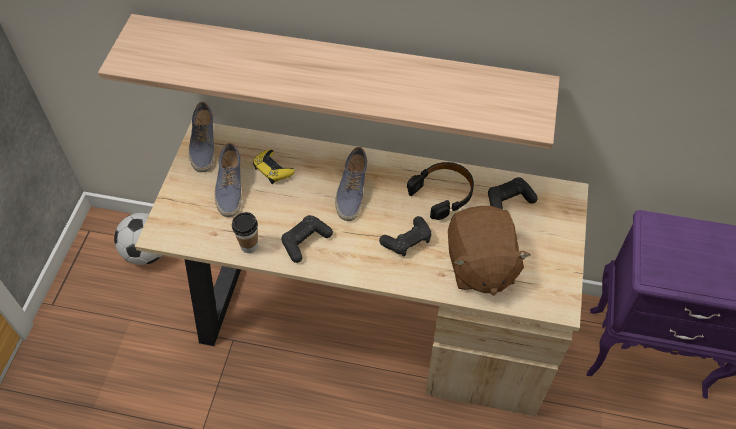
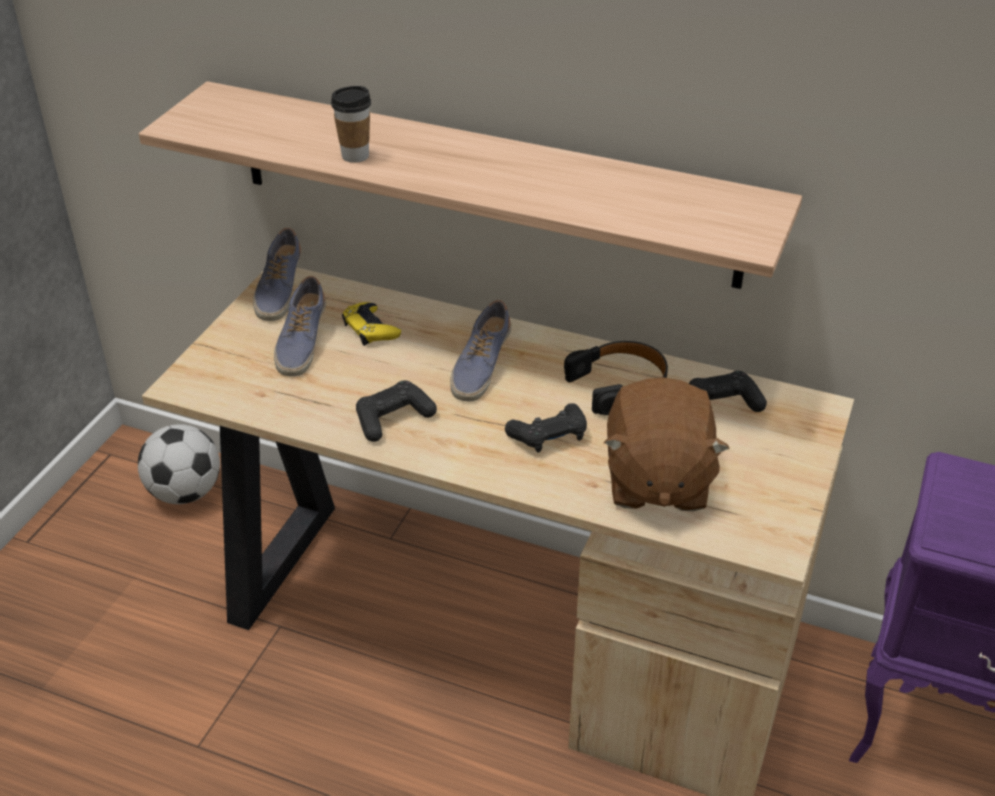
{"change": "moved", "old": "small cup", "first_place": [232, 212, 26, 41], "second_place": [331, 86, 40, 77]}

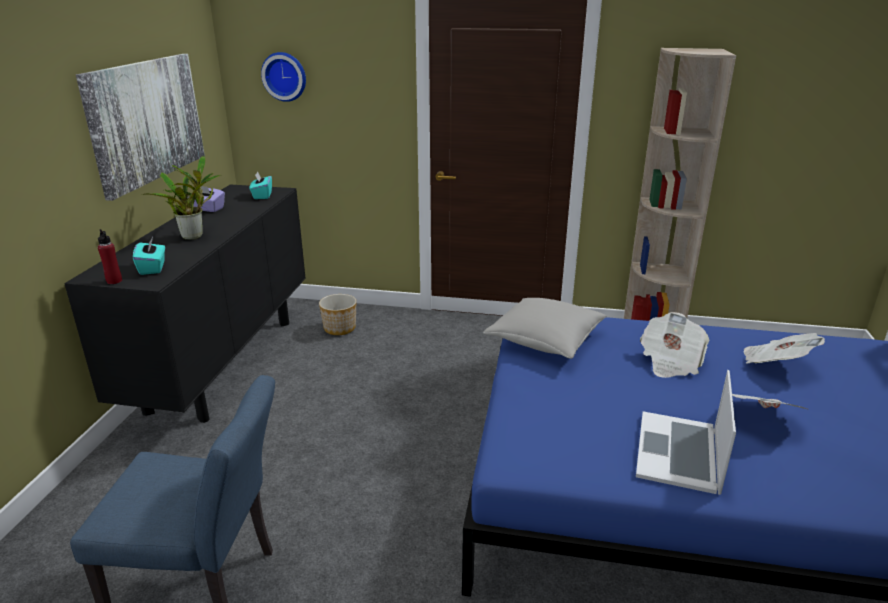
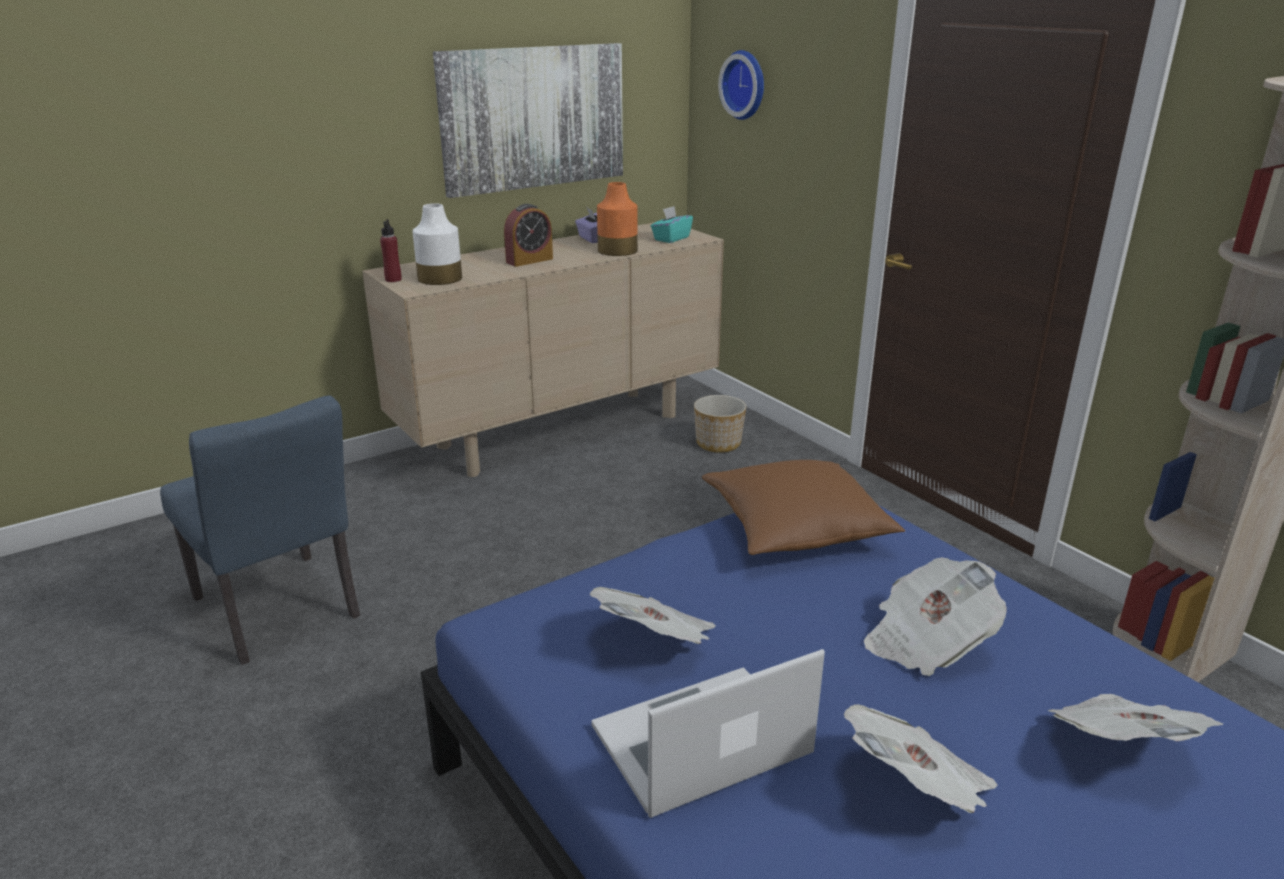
{"change": "added", "new": "printed paper", "second_place": [590, 587, 126, 57]}
{"change": "added", "new": "vase (orange)", "second_place": [597, 182, 41, 74]}
{"change": "replaced", "old": "tissue box (turquoise-coloured)", "new": "vase (white-coloured)", "first_place": [133, 237, 32, 38], "second_place": [412, 203, 50, 82]}
{"change": "replaced", "old": "houseplant", "new": "bedside clock", "first_place": [142, 156, 79, 84], "second_place": [504, 204, 49, 63]}
{"change": "recoloured", "old": "chest of drawers (black)", "new": "chest of drawers (sand-coloured)", "first_place": [64, 185, 242, 238], "second_place": [362, 223, 362, 254]}
{"change": "recoloured", "old": "cushion (greyish)", "new": "cushion (brown)", "first_place": [483, 298, 124, 61], "second_place": [702, 460, 203, 95]}

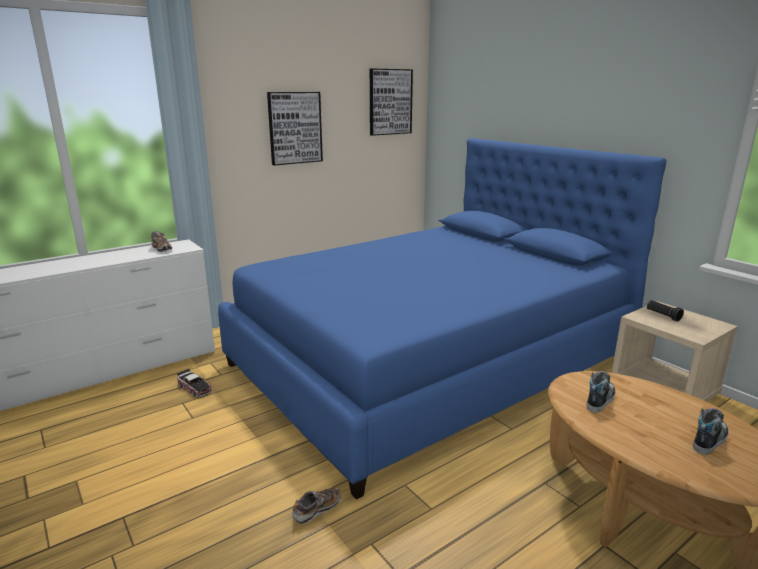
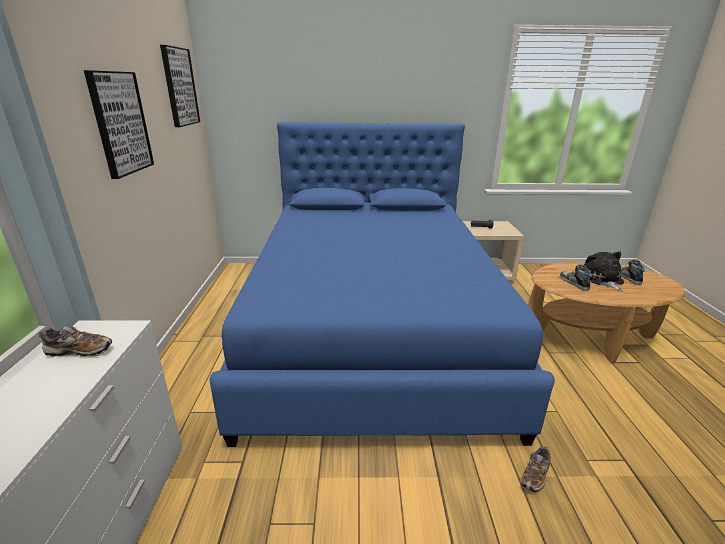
{"change": "removed", "old": "model car", "first_place": [177, 368, 35, 29]}
{"change": "added", "new": "plush toy", "second_place": [584, 251, 40, 40]}
{"change": "turned", "old": "shoe", "first_place": [292, 488, 49, 36], "second_place": [521, 446, 30, 46], "degrees": -135}

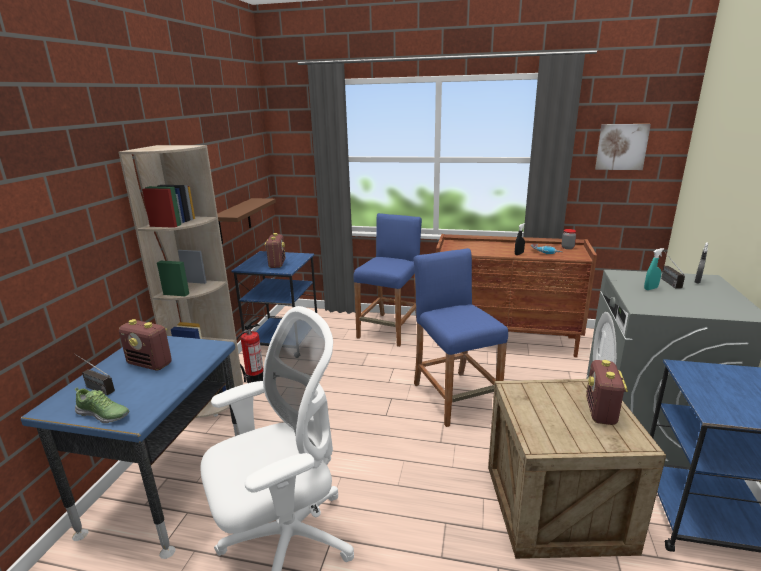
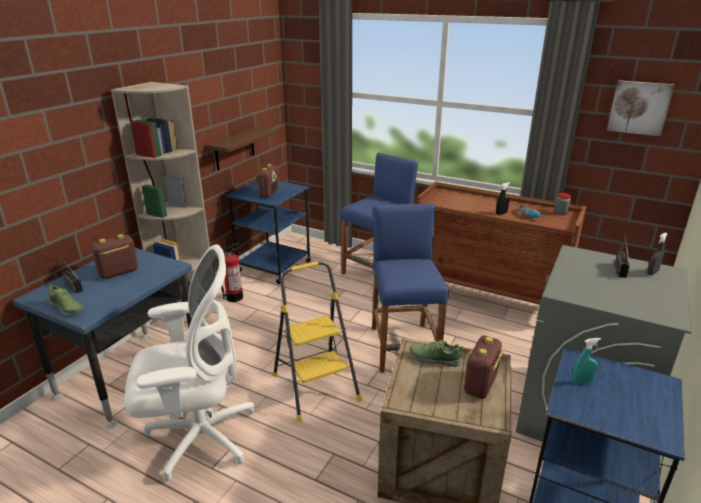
{"change": "added", "new": "stepladder (yellow-coloured)", "second_place": [272, 261, 90, 161]}
{"change": "added", "new": "shoe", "second_place": [410, 340, 53, 27]}
{"change": "moved", "old": "sprayer (turquoise-coloured)", "first_place": [644, 248, 20, 42], "second_place": [572, 338, 30, 46]}
{"change": "turned", "old": "radio", "first_place": [119, 319, 53, 52], "second_place": [91, 234, 47, 45], "degrees": 105}

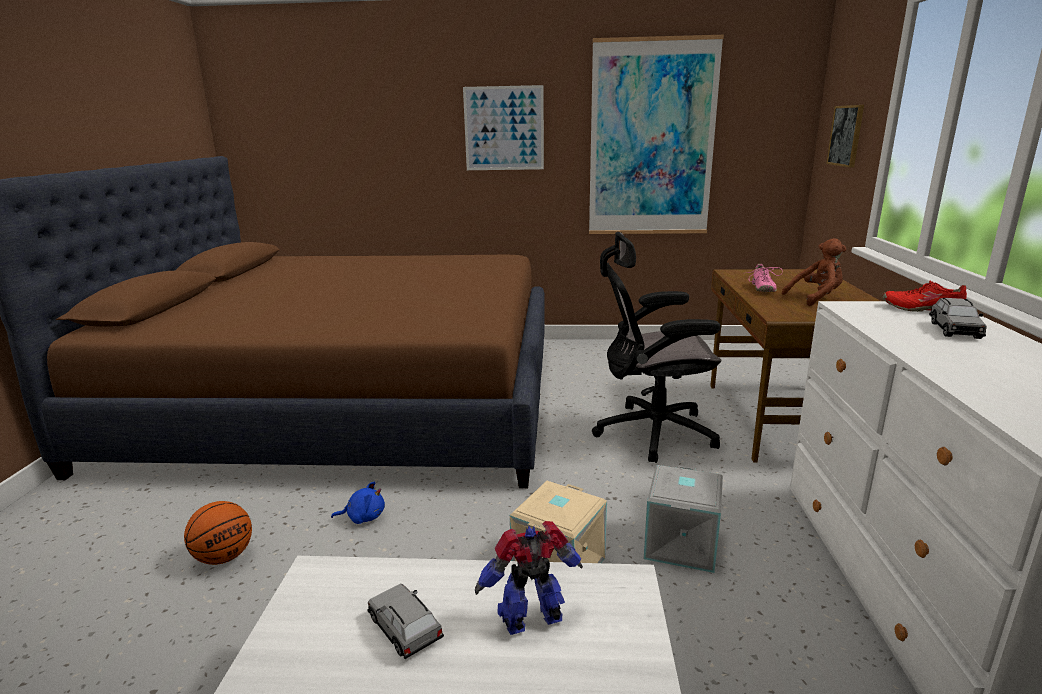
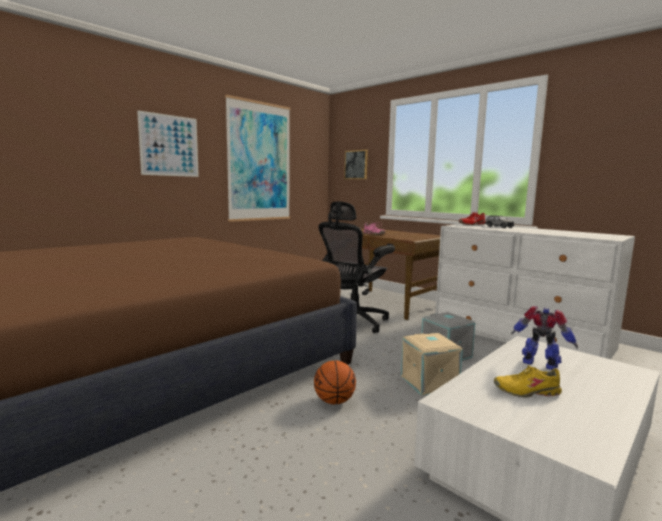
{"change": "removed", "old": "plush toy (bluish)", "first_place": [331, 481, 54, 43]}
{"change": "removed", "old": "plush toy (brown)", "first_place": [782, 238, 65, 68]}
{"change": "moved", "old": "basketball", "first_place": [184, 501, 68, 64], "second_place": [314, 361, 42, 43]}
{"change": "replaced", "old": "model car (greyish)", "new": "shoe (yellow-coloured)", "first_place": [367, 584, 77, 75], "second_place": [494, 365, 68, 32]}
{"change": "turned", "old": "model robot", "first_place": [475, 521, 108, 114], "second_place": [511, 306, 67, 64], "degrees": 105}

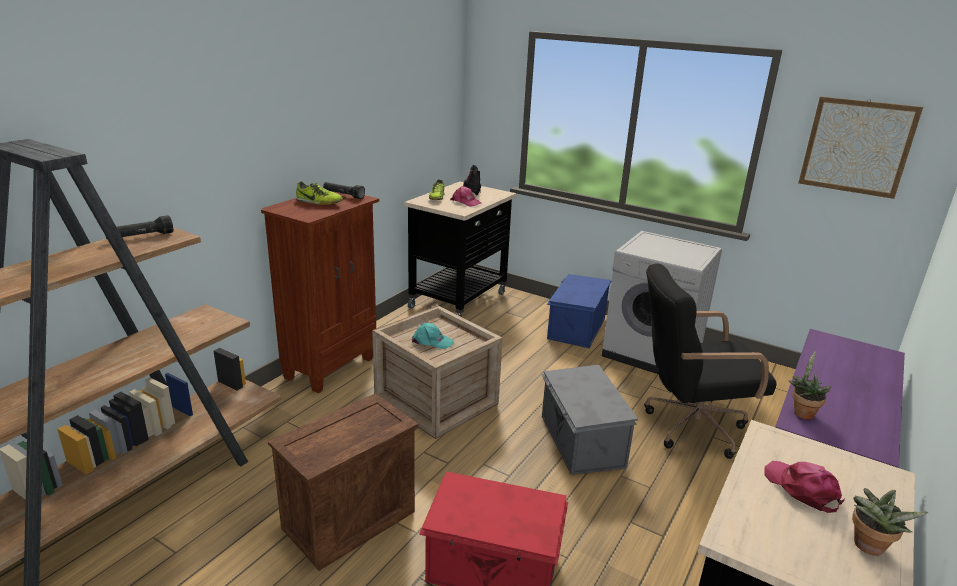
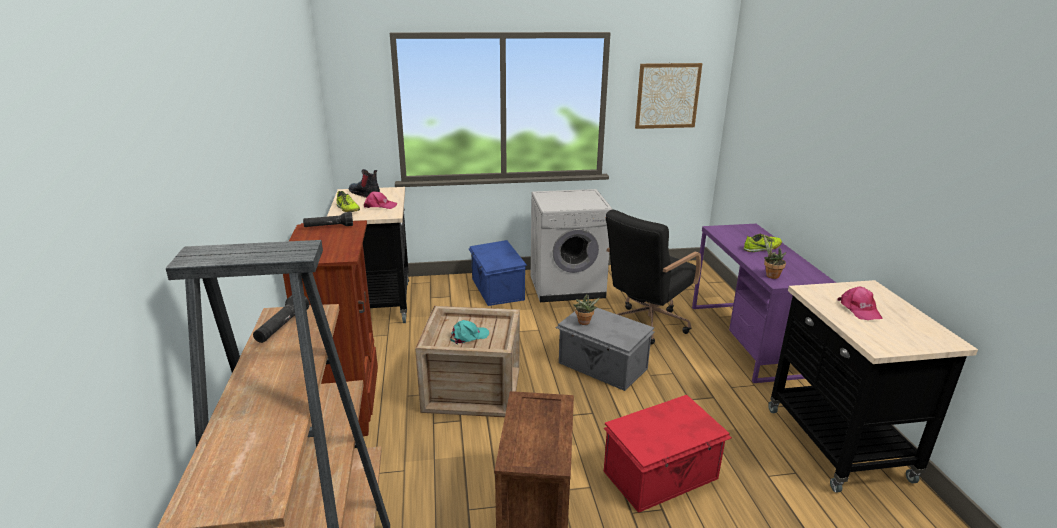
{"change": "moved", "old": "shoe", "first_place": [296, 181, 47, 24], "second_place": [744, 233, 38, 19]}
{"change": "moved", "old": "houseplant", "first_place": [852, 488, 77, 68], "second_place": [574, 294, 26, 31]}
{"change": "turned", "old": "cap (pink)", "first_place": [764, 461, 81, 52], "second_place": [837, 286, 46, 34], "degrees": -120}

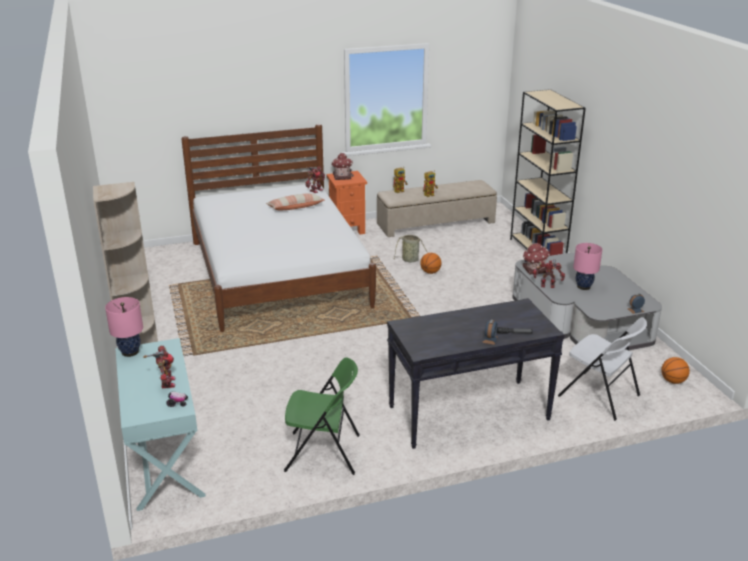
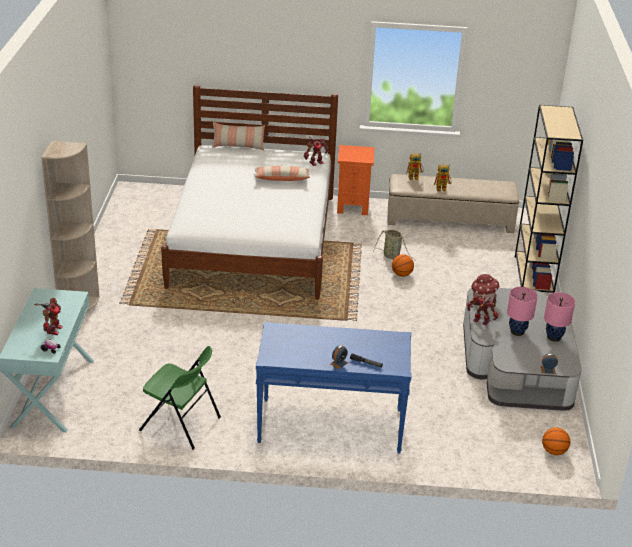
{"change": "removed", "old": "model house", "first_place": [332, 153, 22, 27]}
{"change": "removed", "old": "upright chair (white-coloured)", "first_place": [558, 317, 89, 104]}
{"change": "added", "new": "cushion", "second_place": [212, 122, 53, 28]}
{"change": "moved", "old": "lamp for a table (pink)", "first_place": [105, 297, 38, 60], "second_place": [544, 292, 31, 50]}
{"change": "recoloured", "old": "console table (black)", "new": "console table (bluish)", "first_place": [387, 298, 178, 151], "second_place": [256, 322, 155, 132]}

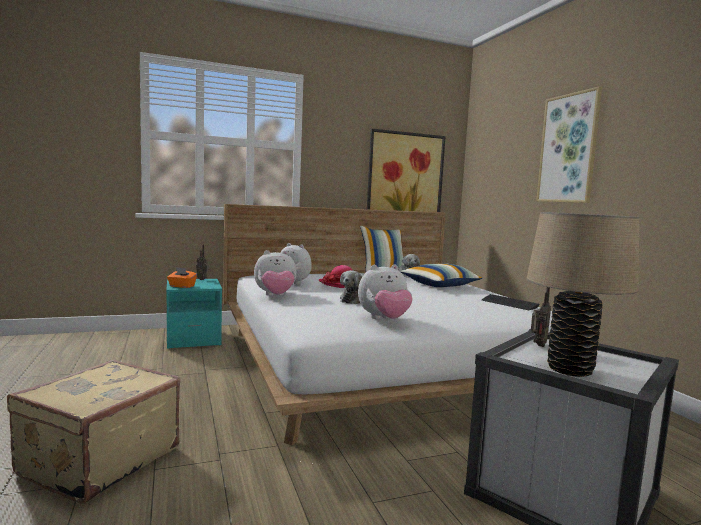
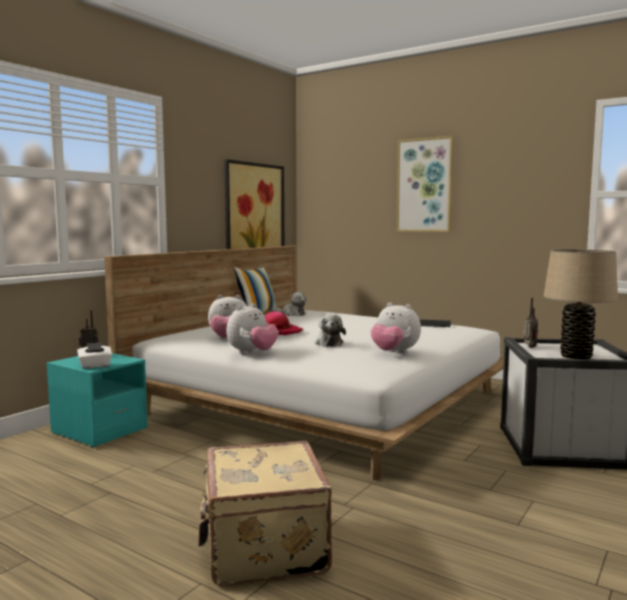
{"change": "removed", "old": "cushion", "first_place": [400, 263, 82, 24]}
{"change": "recoloured", "old": "tissue box (orange)", "new": "tissue box (white-coloured)", "first_place": [167, 267, 30, 21], "second_place": [77, 342, 35, 27]}
{"change": "turned", "old": "plush toy", "first_place": [358, 265, 55, 54], "second_place": [371, 303, 50, 50], "degrees": 90}

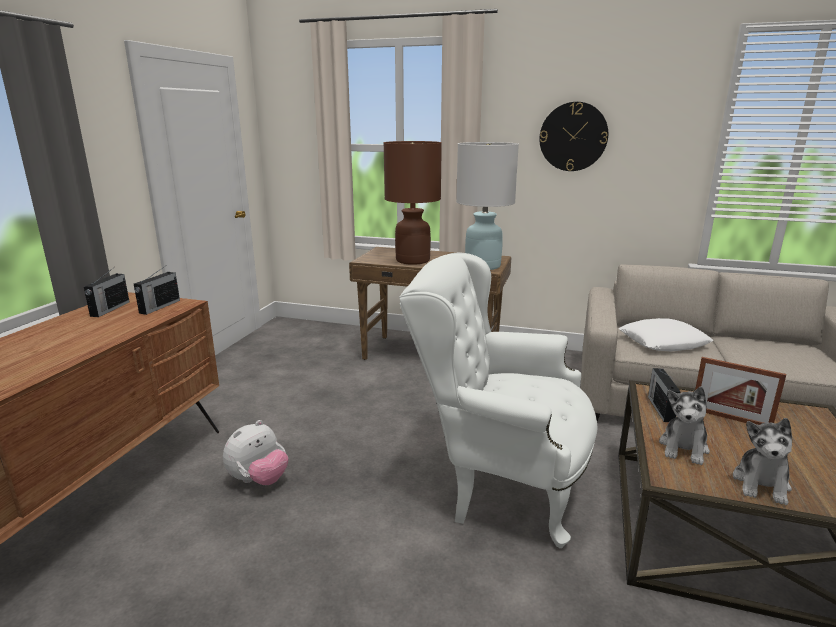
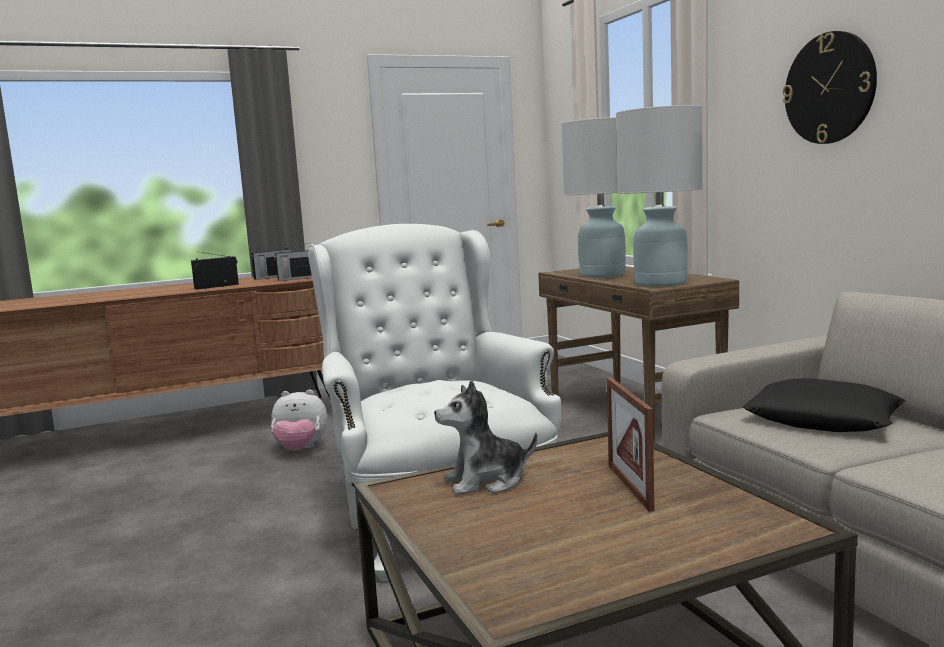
{"change": "removed", "old": "plush toy", "first_place": [733, 418, 59, 87]}
{"change": "moved", "old": "radio", "first_place": [648, 368, 33, 54], "second_place": [191, 252, 48, 38]}
{"change": "recoloured", "old": "lamp for a table (brown)", "new": "lamp for a table (white-coloured)", "first_place": [383, 141, 59, 124], "second_place": [561, 117, 65, 161]}
{"change": "recoloured", "old": "cushion (white-coloured)", "new": "cushion (black)", "first_place": [619, 318, 95, 33], "second_place": [743, 378, 162, 54]}

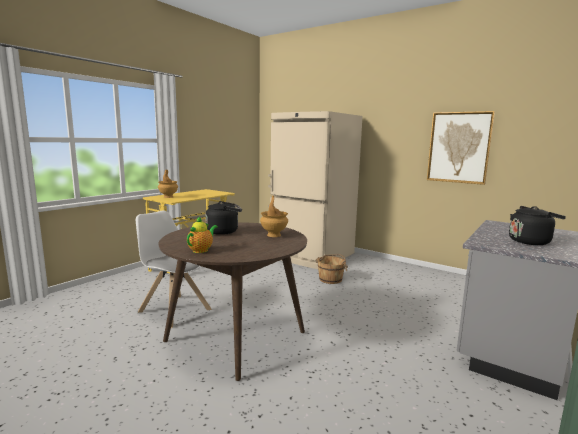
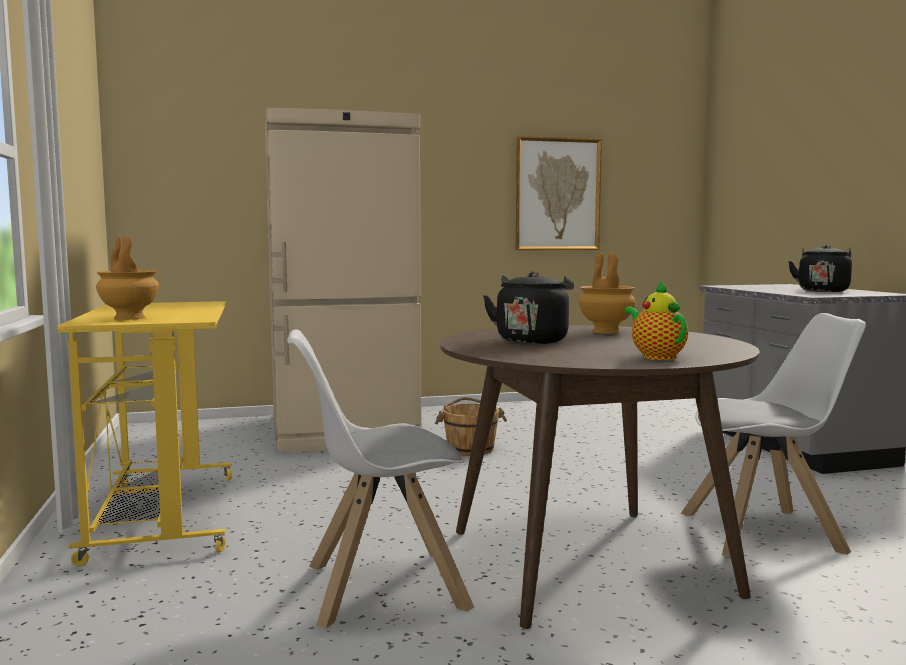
{"change": "added", "new": "upright chair", "second_place": [681, 313, 185, 245]}

